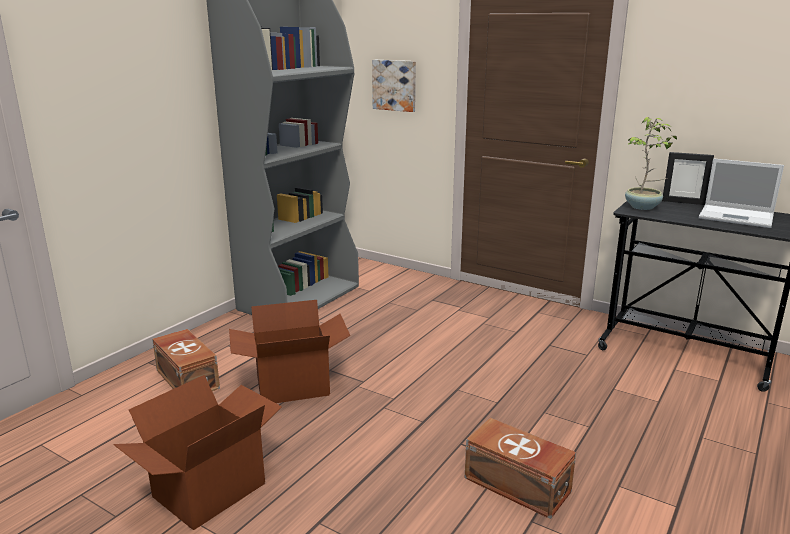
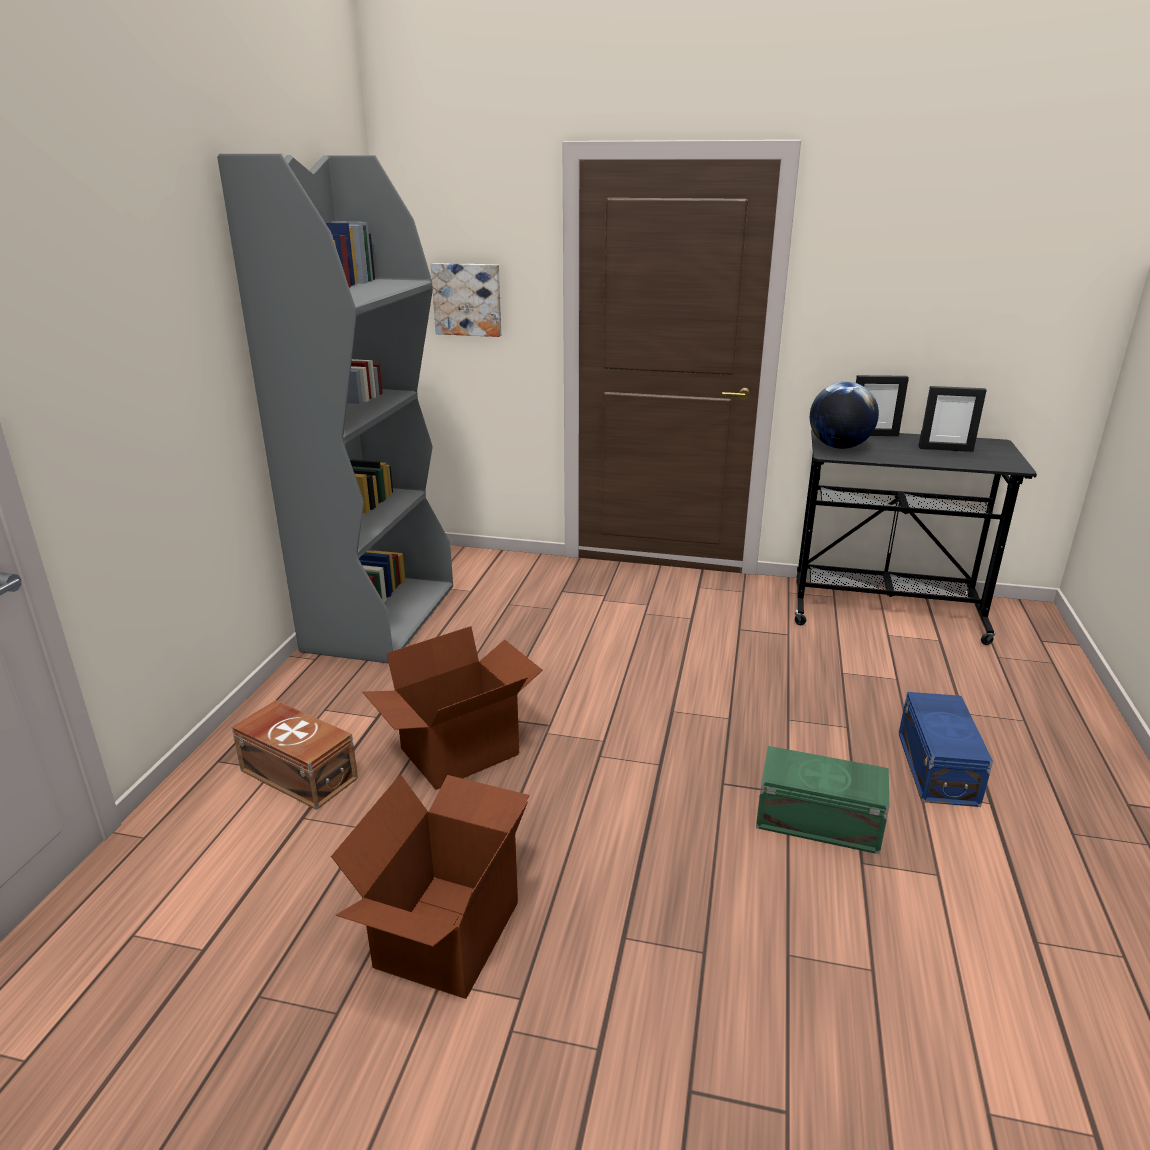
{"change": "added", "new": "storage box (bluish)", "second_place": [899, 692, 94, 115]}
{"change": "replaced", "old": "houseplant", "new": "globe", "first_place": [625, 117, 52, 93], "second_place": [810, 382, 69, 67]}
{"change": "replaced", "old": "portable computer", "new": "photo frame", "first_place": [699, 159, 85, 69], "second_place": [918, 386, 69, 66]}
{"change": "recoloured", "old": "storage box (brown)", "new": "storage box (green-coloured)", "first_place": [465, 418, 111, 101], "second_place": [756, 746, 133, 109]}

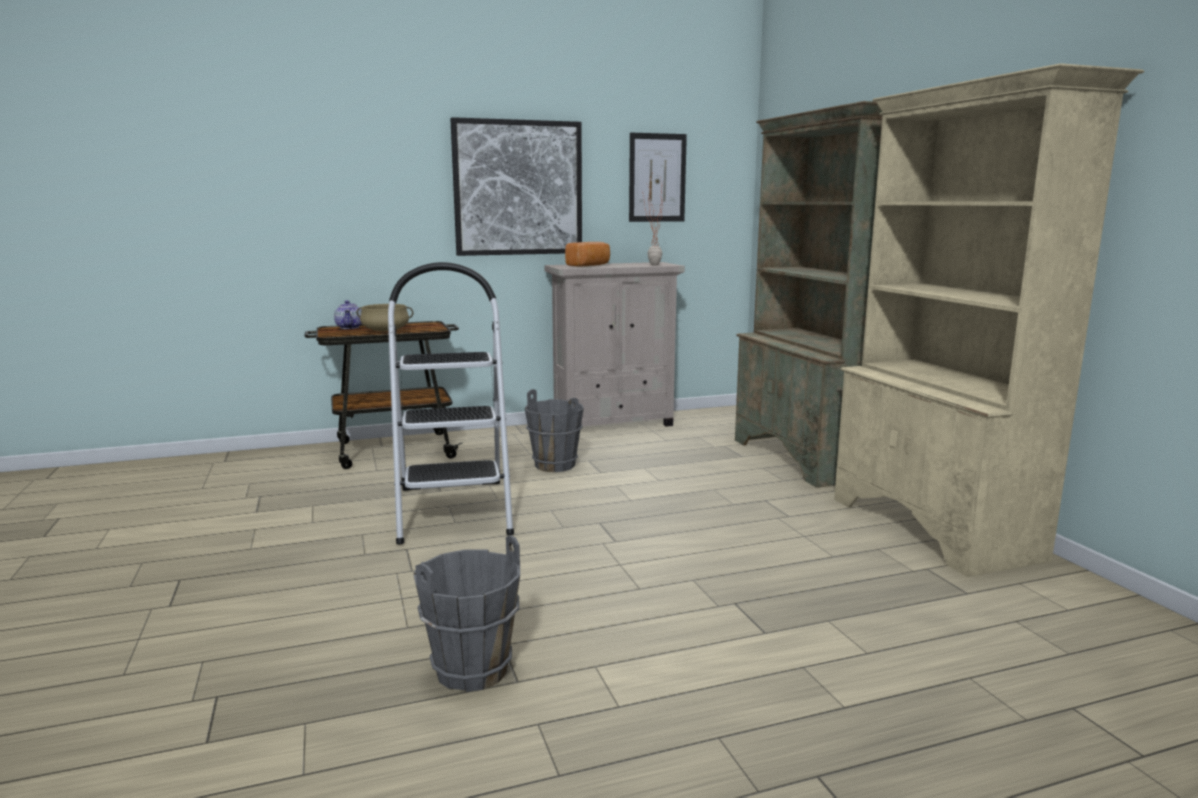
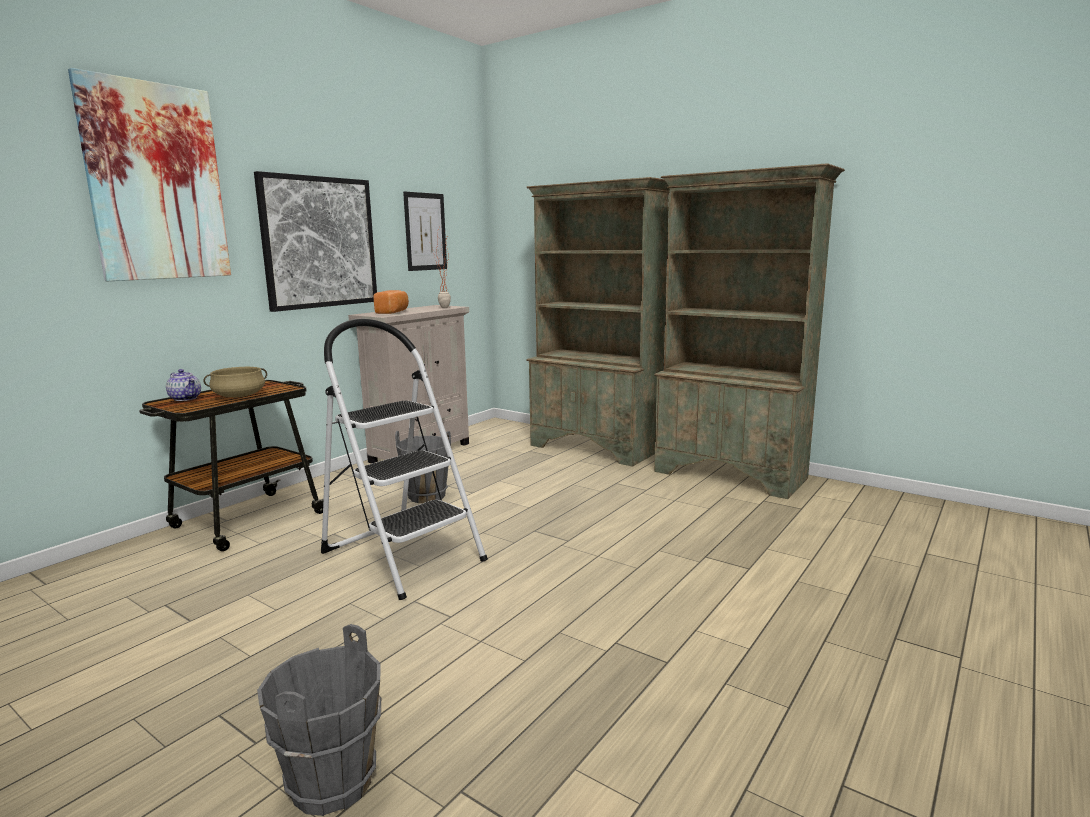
{"change": "added", "new": "wall art", "second_place": [68, 68, 163, 213]}
{"change": "moved", "old": "pail (greyish)", "first_place": [414, 535, 106, 157], "second_place": [257, 624, 124, 192]}
{"change": "recoloured", "old": "shelving unit (sand-coloured)", "new": "shelving unit (green-coloured)", "first_place": [834, 63, 310, 514], "second_place": [654, 163, 191, 336]}

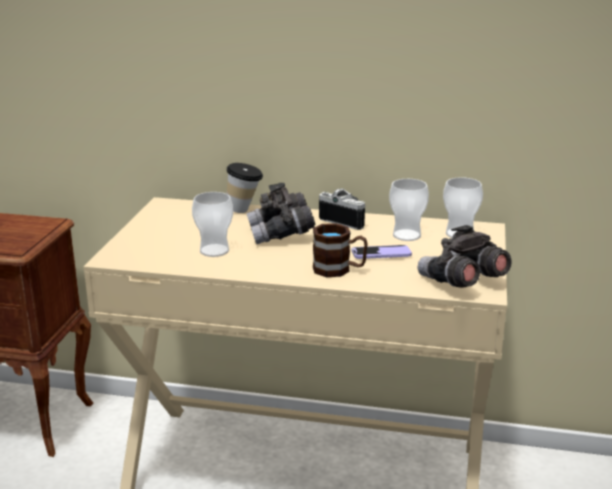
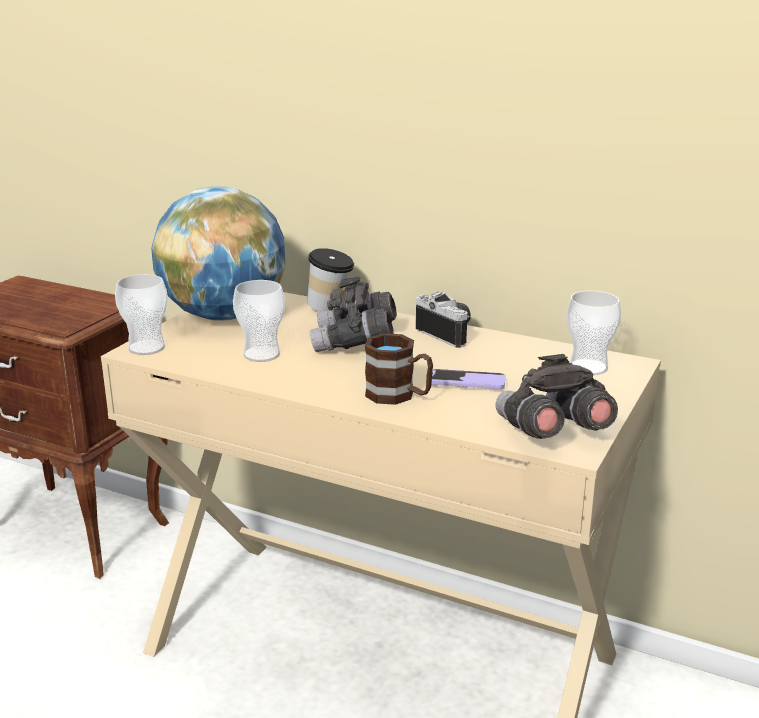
{"change": "added", "new": "globe", "second_place": [151, 186, 134, 135]}
{"change": "moved", "old": "small cup", "first_place": [389, 179, 40, 62], "second_place": [115, 274, 53, 81]}

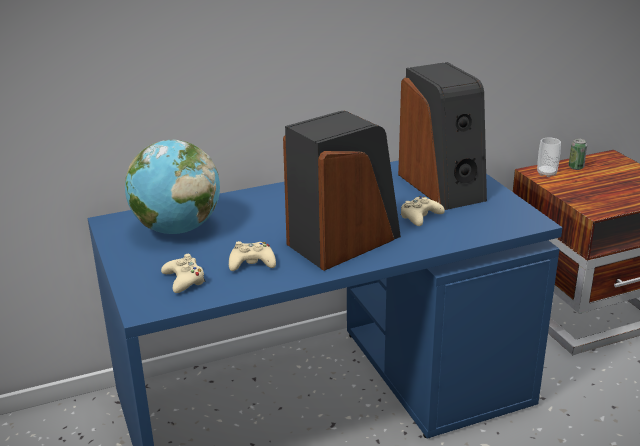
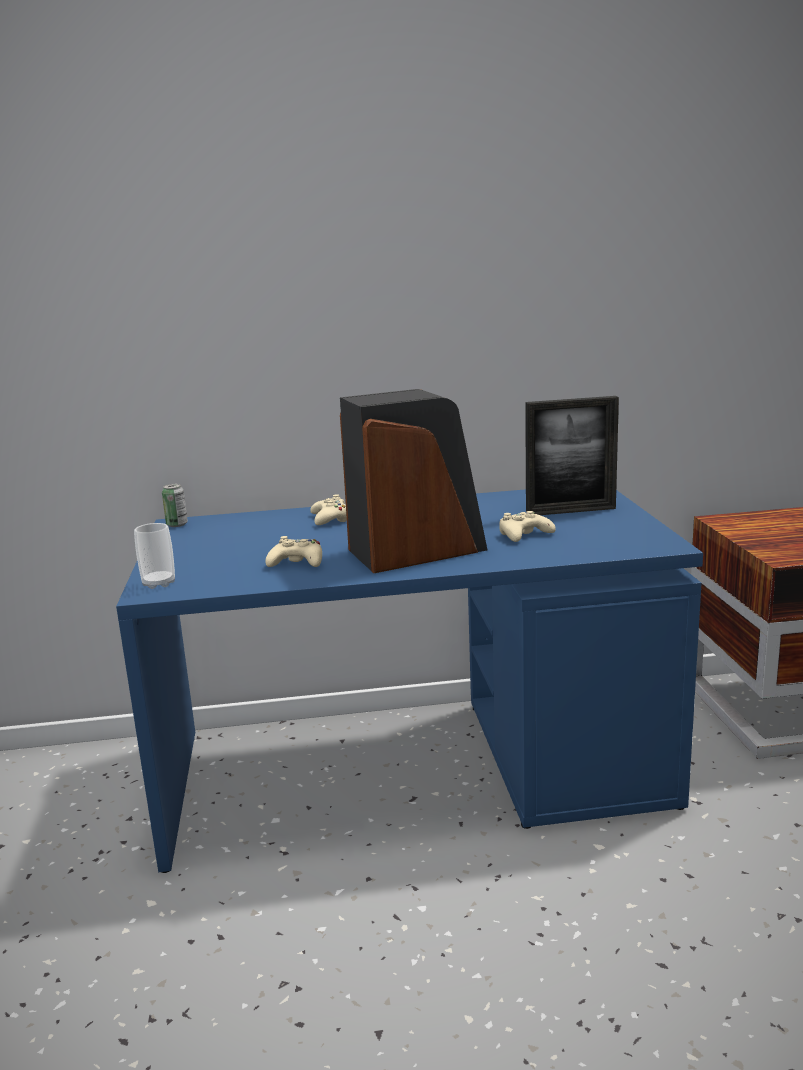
{"change": "removed", "old": "globe", "first_place": [125, 140, 95, 94]}
{"change": "moved", "old": "game controller (sand-coloured)", "first_place": [161, 254, 45, 39], "second_place": [310, 494, 37, 31]}
{"change": "moved", "old": "small cup", "first_place": [537, 138, 24, 39], "second_place": [134, 523, 41, 66]}
{"change": "moved", "old": "can", "first_place": [569, 139, 18, 31], "second_place": [162, 484, 26, 43]}
{"change": "replaced", "old": "audio speaker", "new": "photo frame", "first_place": [398, 62, 89, 148], "second_place": [525, 396, 94, 119]}

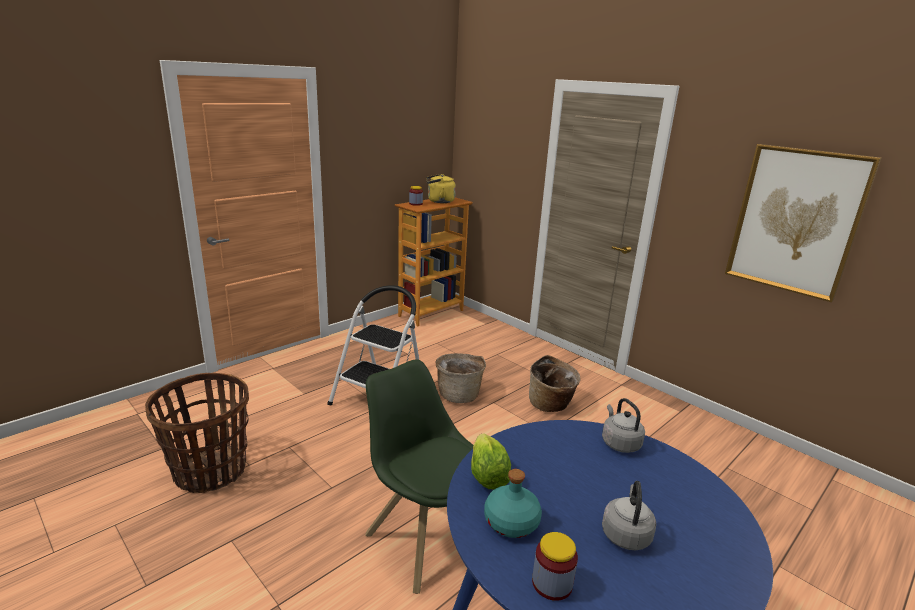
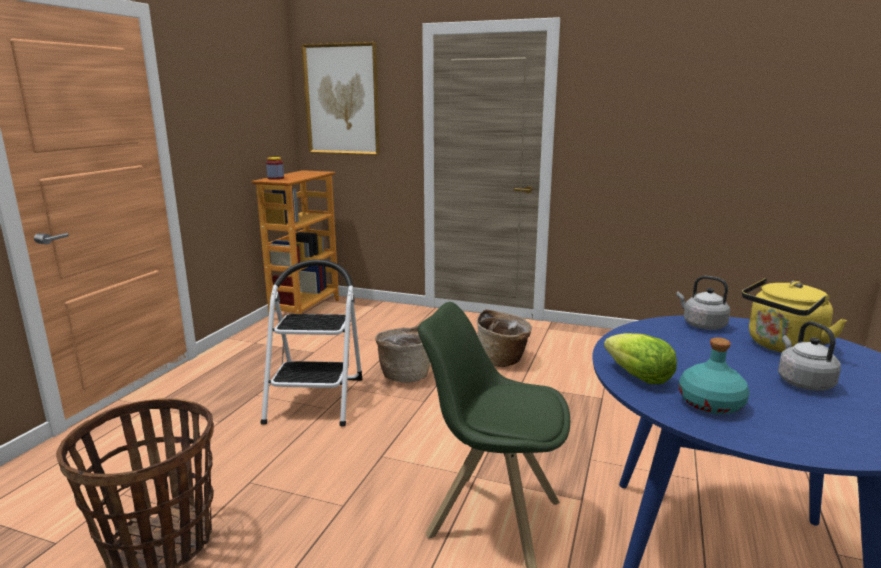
{"change": "removed", "old": "jar", "first_place": [532, 532, 46, 69]}
{"change": "moved", "old": "kettle (yellow-coloured)", "first_place": [426, 174, 30, 29], "second_place": [742, 278, 105, 75]}
{"change": "moved", "old": "wall art", "first_place": [725, 144, 156, 158], "second_place": [301, 42, 79, 113]}

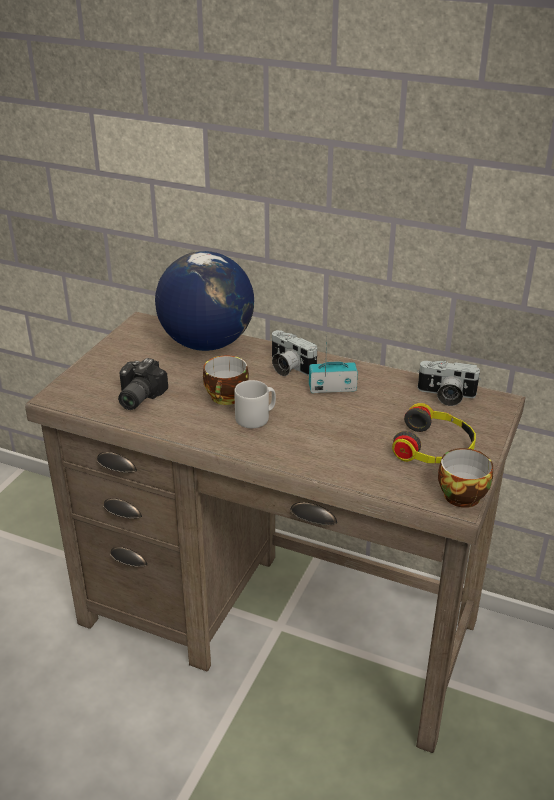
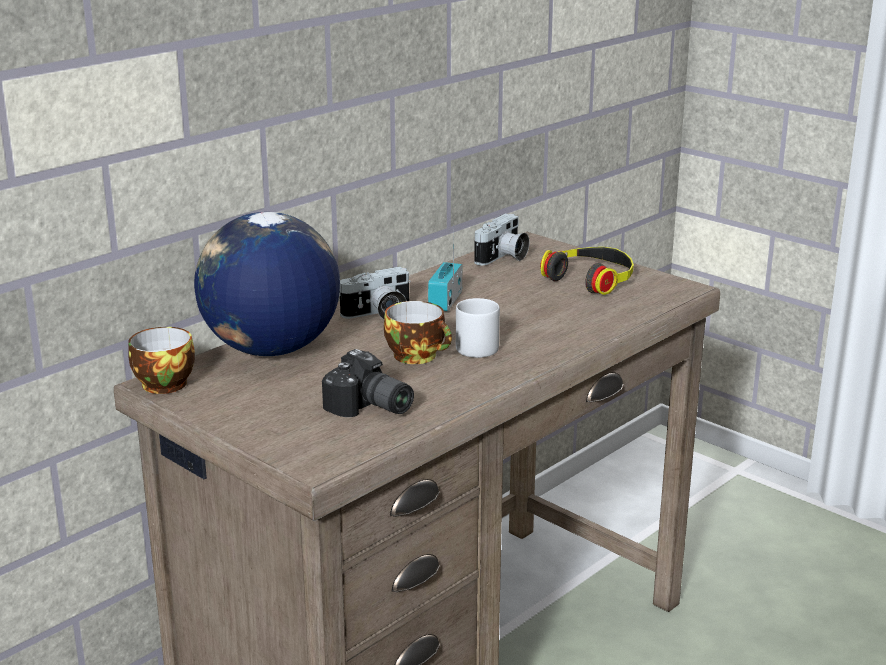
{"change": "moved", "old": "small cup", "first_place": [438, 448, 55, 60], "second_place": [128, 327, 67, 67]}

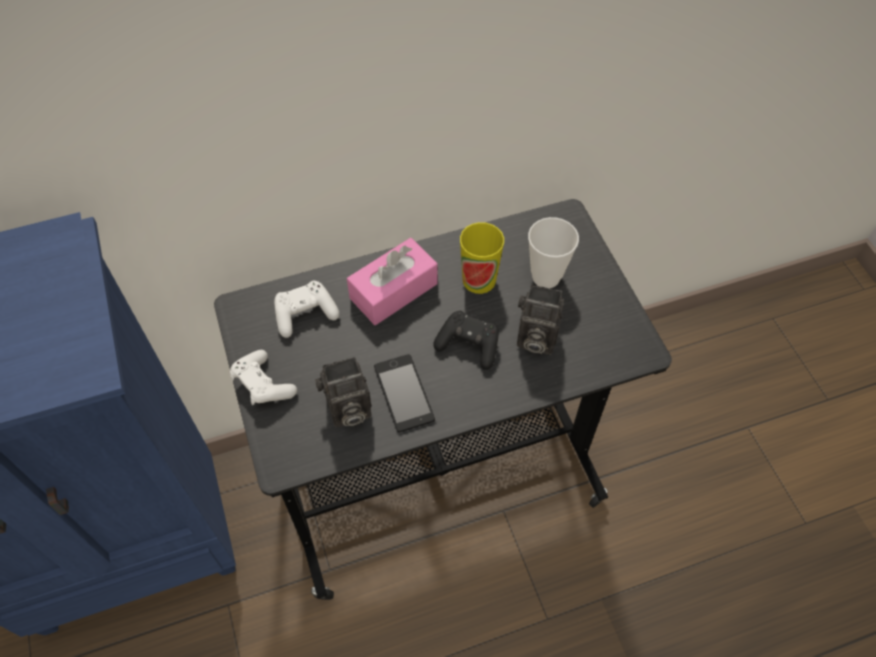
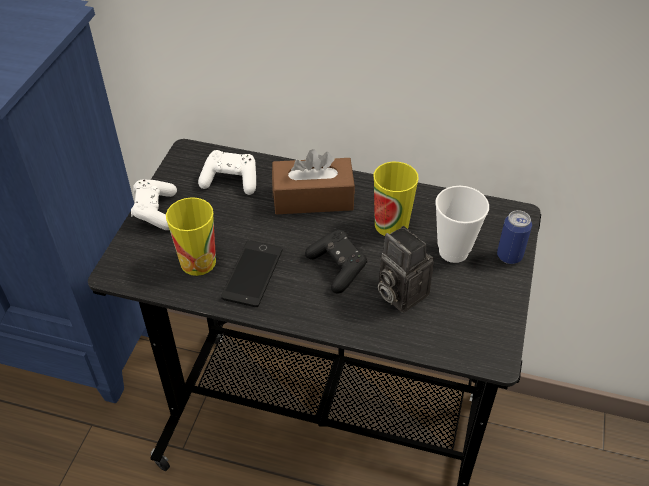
{"change": "added", "new": "can", "second_place": [497, 210, 35, 54]}
{"change": "replaced", "old": "photo camera", "new": "small cup", "first_place": [315, 357, 57, 70], "second_place": [166, 197, 50, 79]}
{"change": "recoloured", "old": "tissue box (pink)", "new": "tissue box (brown)", "first_place": [347, 238, 90, 87], "second_place": [272, 149, 83, 65]}

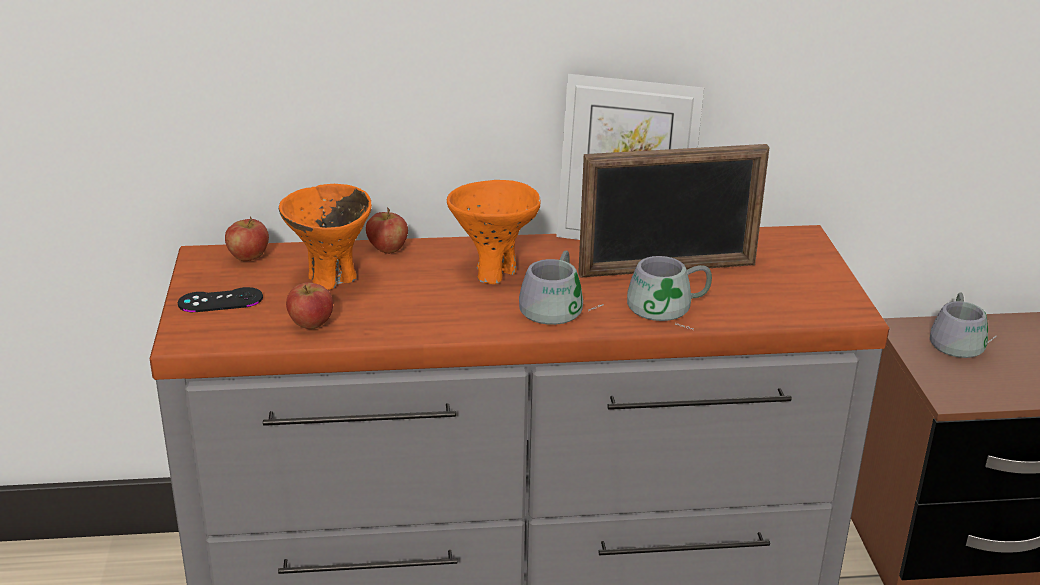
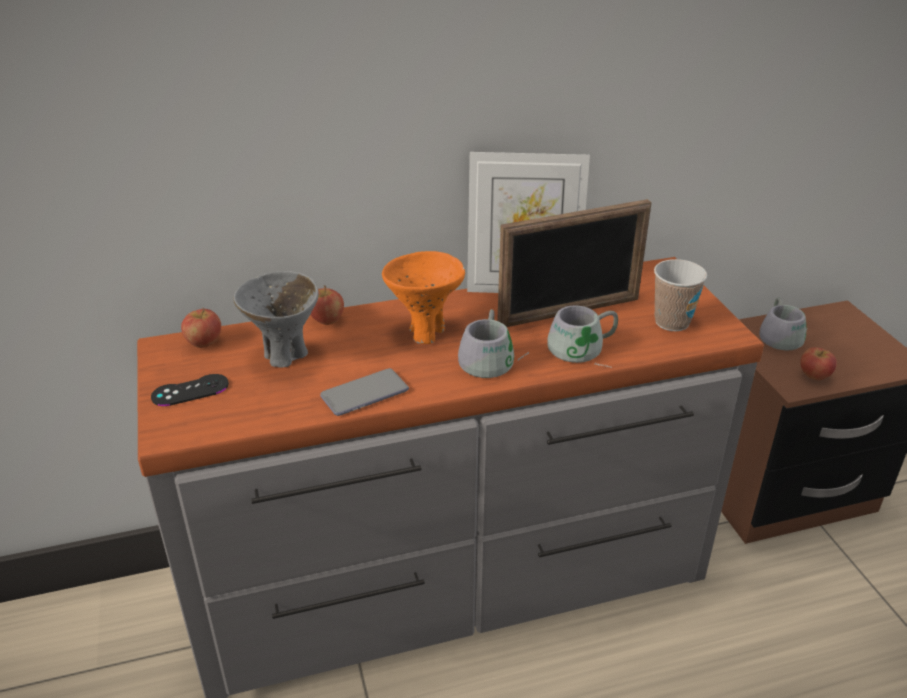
{"change": "added", "new": "phone", "second_place": [320, 368, 89, 48]}
{"change": "added", "new": "small cup", "second_place": [654, 259, 53, 72]}
{"change": "moved", "old": "whole apple", "first_place": [286, 282, 47, 47], "second_place": [800, 347, 37, 33]}
{"change": "recoloured", "old": "deep dish (orange)", "new": "deep dish (greyish)", "first_place": [279, 184, 93, 106], "second_place": [233, 271, 86, 96]}

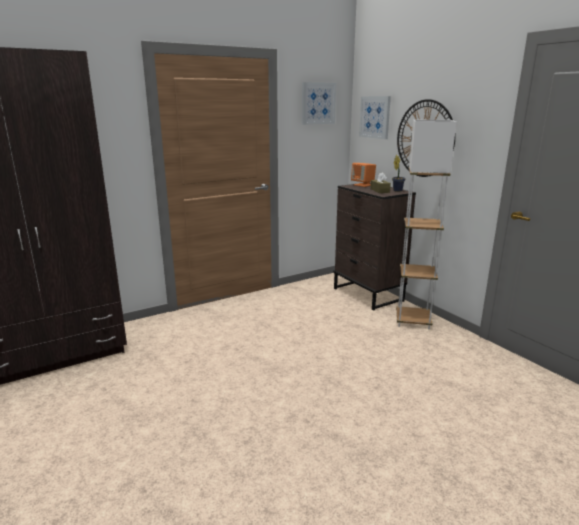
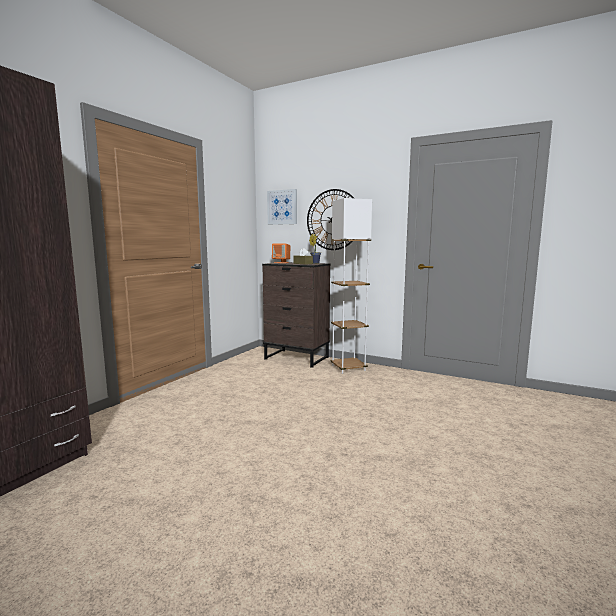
{"change": "removed", "old": "wall art", "first_place": [302, 82, 34, 43]}

